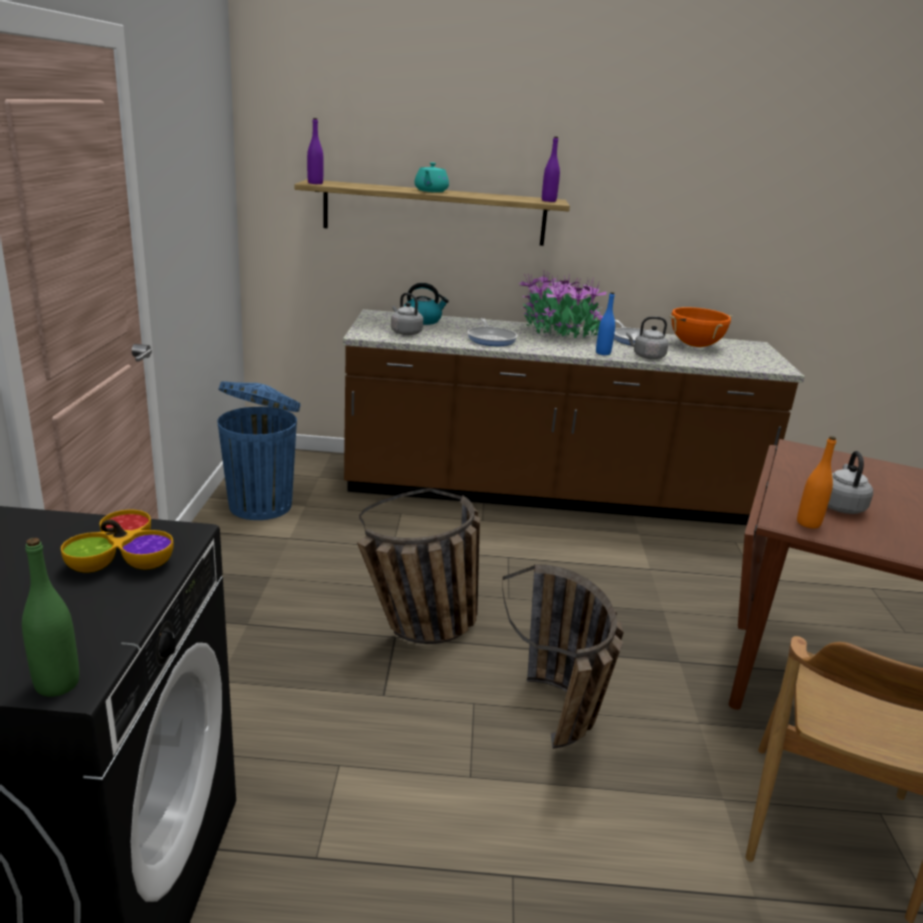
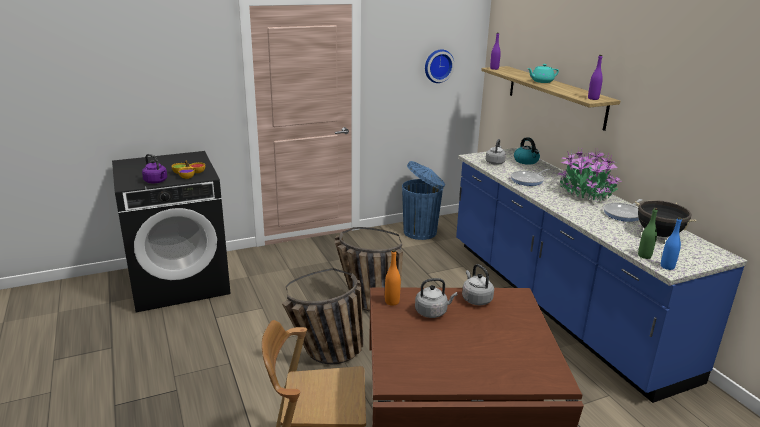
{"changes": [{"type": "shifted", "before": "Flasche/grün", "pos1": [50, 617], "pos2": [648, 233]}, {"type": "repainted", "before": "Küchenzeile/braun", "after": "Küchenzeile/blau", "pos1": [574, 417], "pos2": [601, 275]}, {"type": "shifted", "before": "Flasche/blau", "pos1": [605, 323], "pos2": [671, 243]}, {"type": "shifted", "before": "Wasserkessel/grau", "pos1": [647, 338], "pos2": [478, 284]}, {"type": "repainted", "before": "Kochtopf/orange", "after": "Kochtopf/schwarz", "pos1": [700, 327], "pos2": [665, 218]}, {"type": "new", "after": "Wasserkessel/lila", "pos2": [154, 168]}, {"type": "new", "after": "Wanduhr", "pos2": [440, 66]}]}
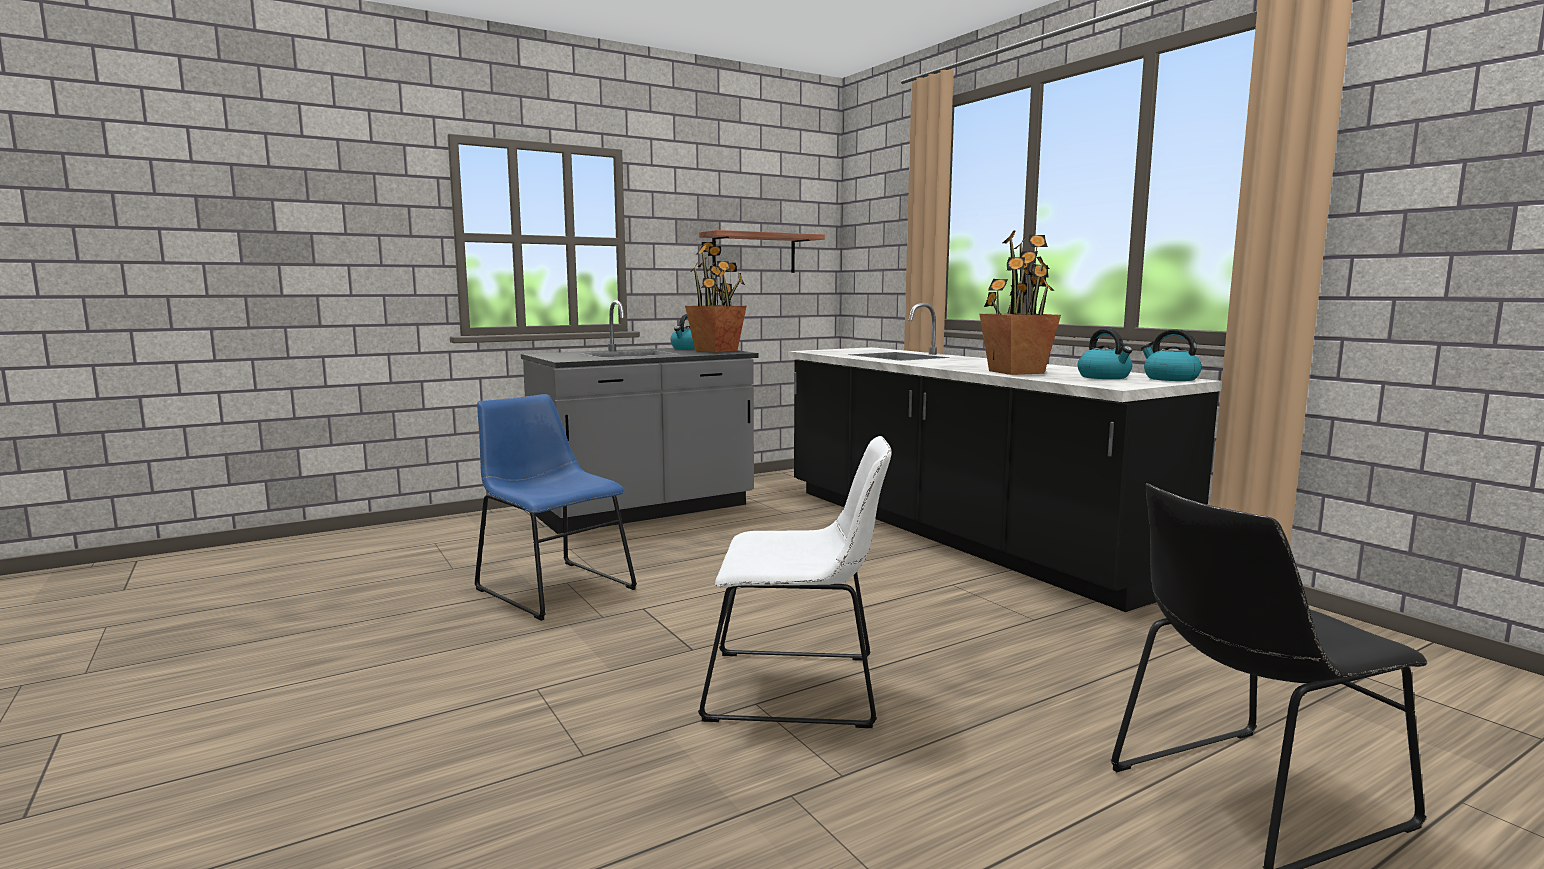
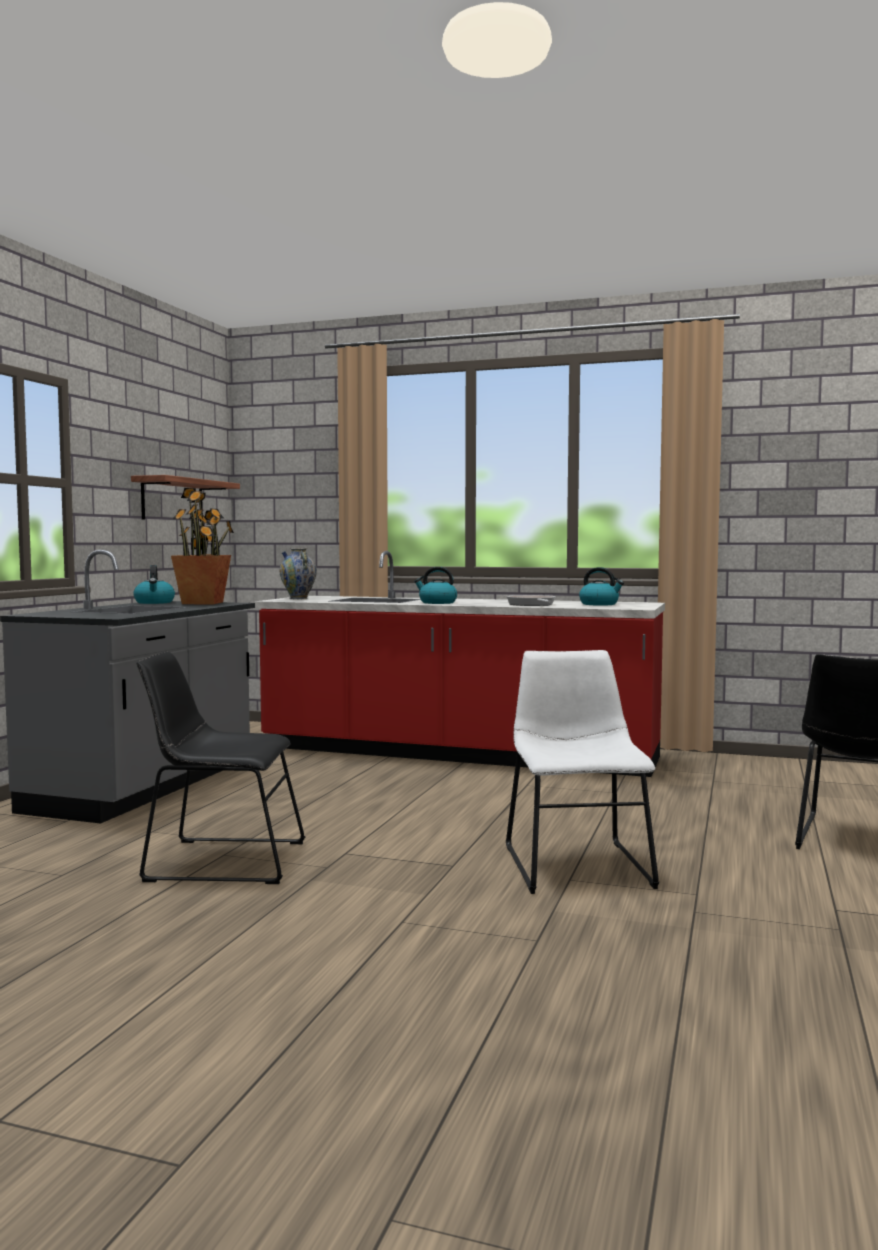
{"changes": [{"type": "repainted", "before": "Stuhl/blau", "after": "Stuhl/schwarz", "pos1": [555, 507], "pos2": [220, 768]}, {"type": "rotated", "before": "Stuhl/weiß", "pos1": [794, 582], "pos2": [582, 772], "turn": -60}, {"type": "repainted", "before": "Küchenzeile/schwarz", "after": "Küchenzeile/rot", "pos1": [1005, 457], "pos2": [459, 664]}, {"type": "swapped", "before": "Topfpflanze", "after": "Pfanne", "pos1": [1020, 302], "pos2": [531, 600]}, {"type": "shifted", "before": "Wasserkessel", "pos1": [1171, 355], "pos2": [435, 585]}, {"type": "new", "after": "Vase", "pos2": [298, 573]}]}
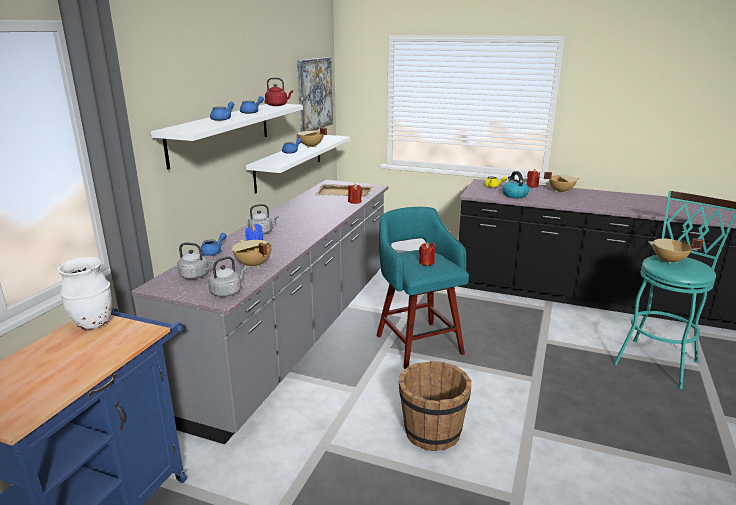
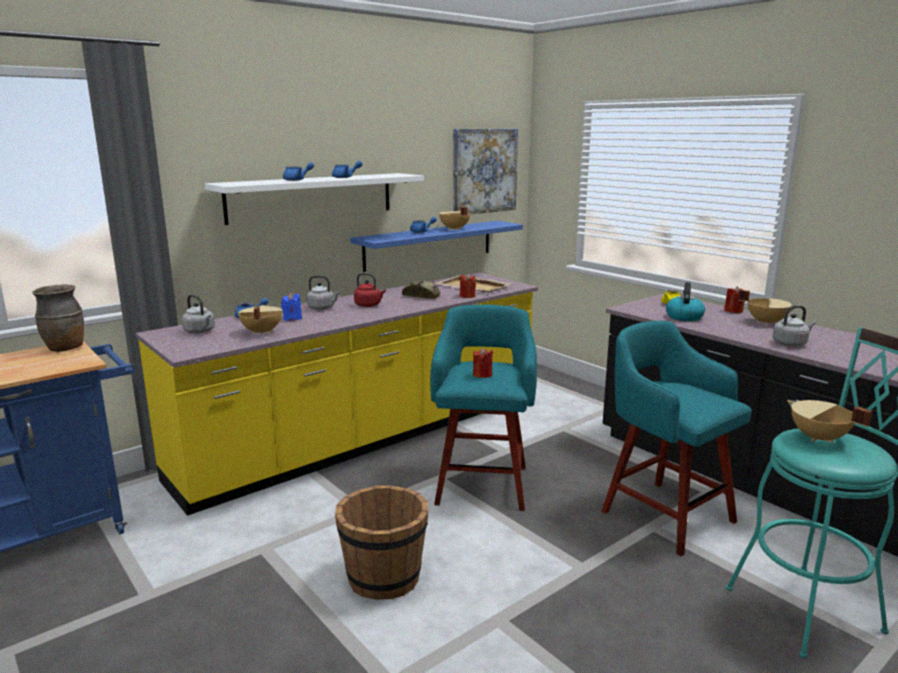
{"changes": [{"type": "repainted", "before": "Vase/weiß", "after": "Vase/braun", "pos1": [84, 293], "pos2": [58, 318]}, {"type": "repainted", "before": "Küchenzeile/grau", "after": "Küchenzeile/gelb", "pos1": [260, 312], "pos2": [337, 394]}, {"type": "shifted", "before": "Wasserkessel/grau", "pos1": [227, 276], "pos2": [794, 325]}, {"type": "repainted", "before": "Wandregal/weiß", "after": "Wandregal/blau", "pos1": [298, 164], "pos2": [436, 246]}, {"type": "shifted", "before": "Wasserkessel/rot", "pos1": [279, 92], "pos2": [370, 290]}, {"type": "new", "after": "Brot", "pos2": [421, 290]}, {"type": "new", "after": "Hocker/türkis", "pos2": [676, 438]}]}
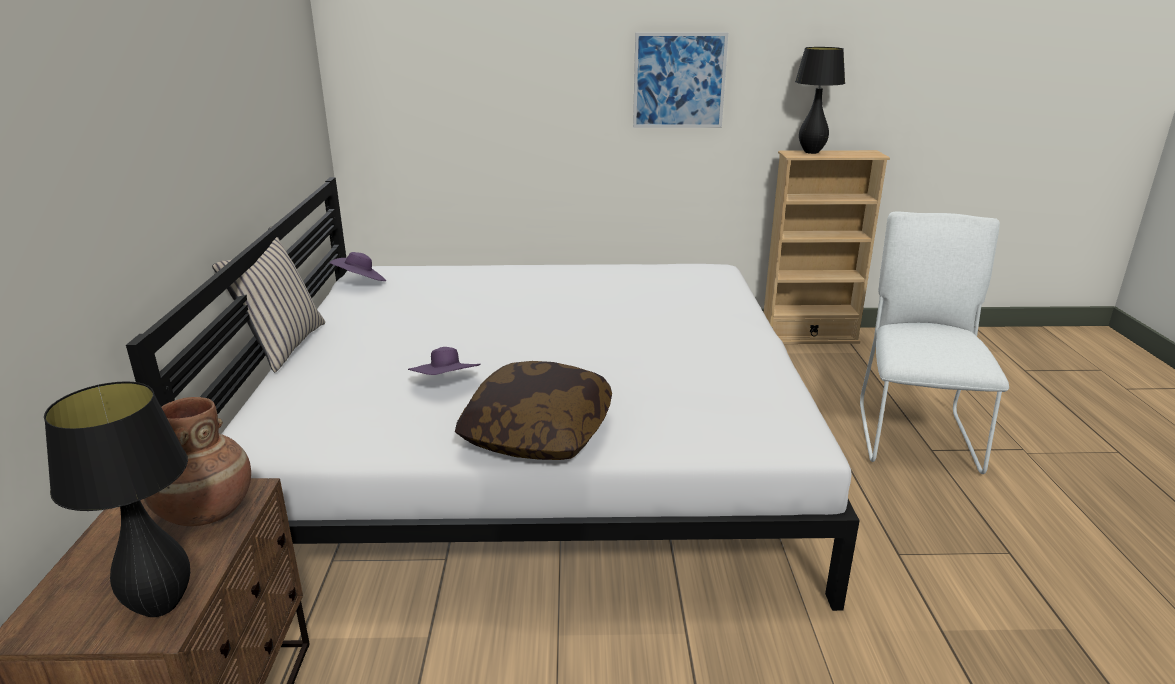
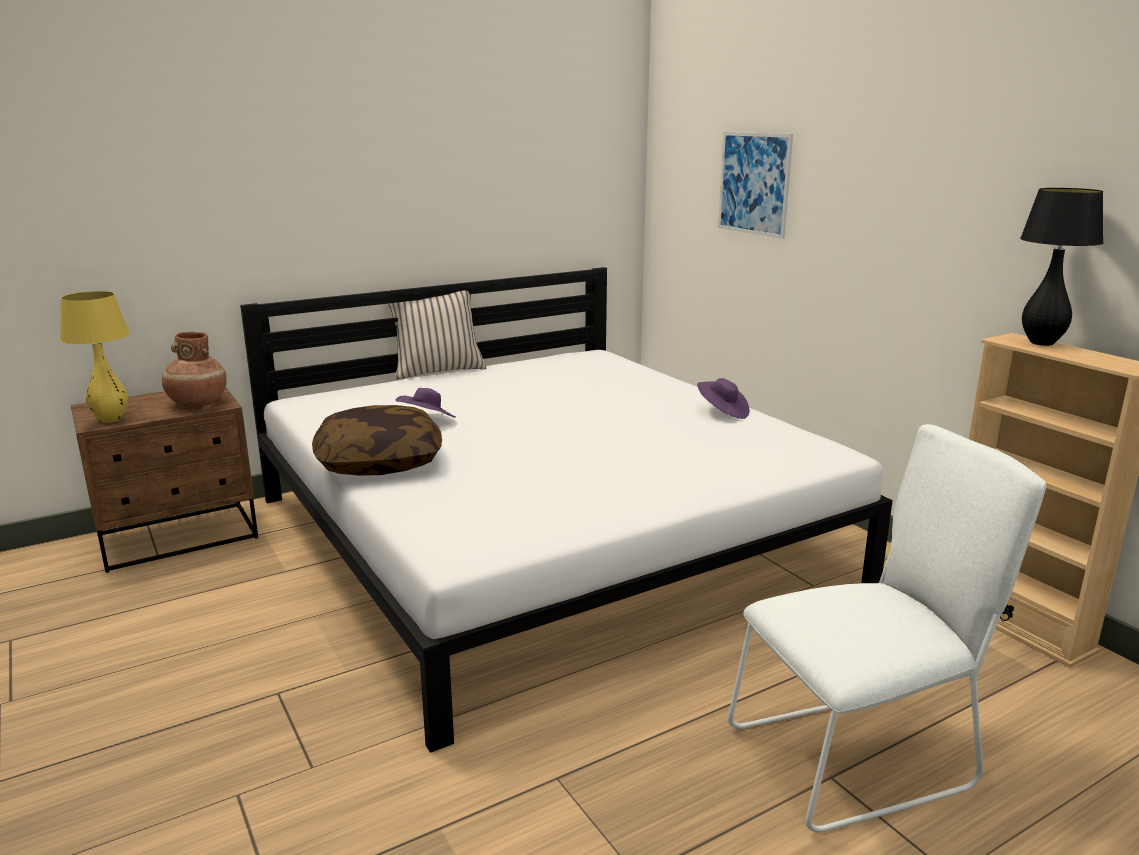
{"changes": [{"type": "repainted", "before": "Tischlampe/schwarz", "after": "Tischlampe/gelb", "pos1": [117, 499], "pos2": [95, 357]}, {"type": "shifted", "before": "Hut/lila", "pos1": [358, 266], "pos2": [723, 398]}, {"type": "shifted", "before": "Bild", "pos1": [680, 80], "pos2": [755, 185]}]}
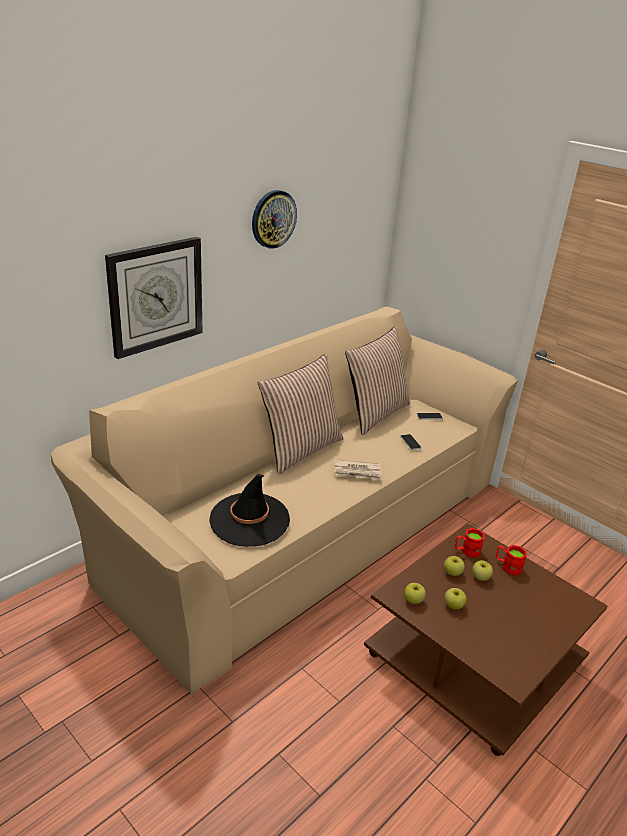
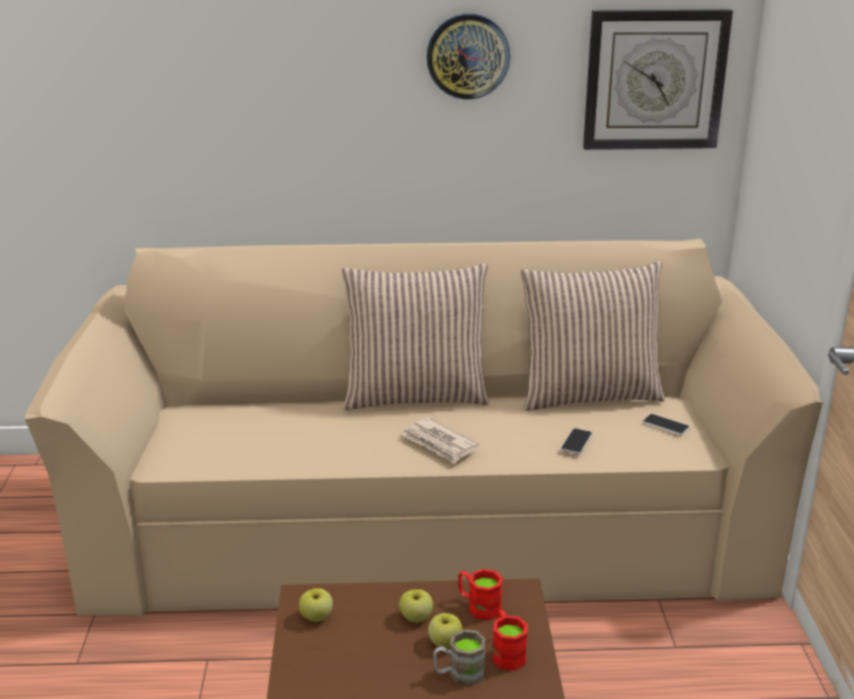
{"changes": [{"type": "shifted", "before": "Wanduhr", "pos1": [154, 298], "pos2": [658, 79]}, {"type": "gone", "before": "Hut/schwarz", "pos1": [249, 510]}, {"type": "gone", "before": "Apfel", "pos1": [455, 598]}, {"type": "new", "after": "Henkelbecher/braun", "pos2": [459, 657]}]}
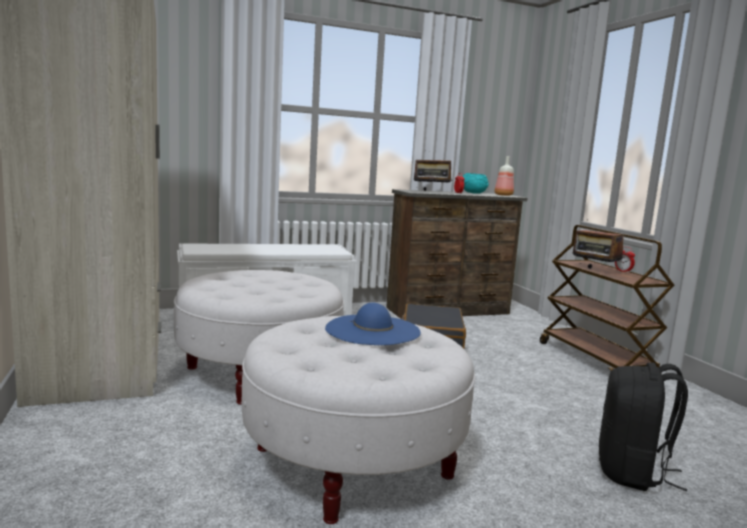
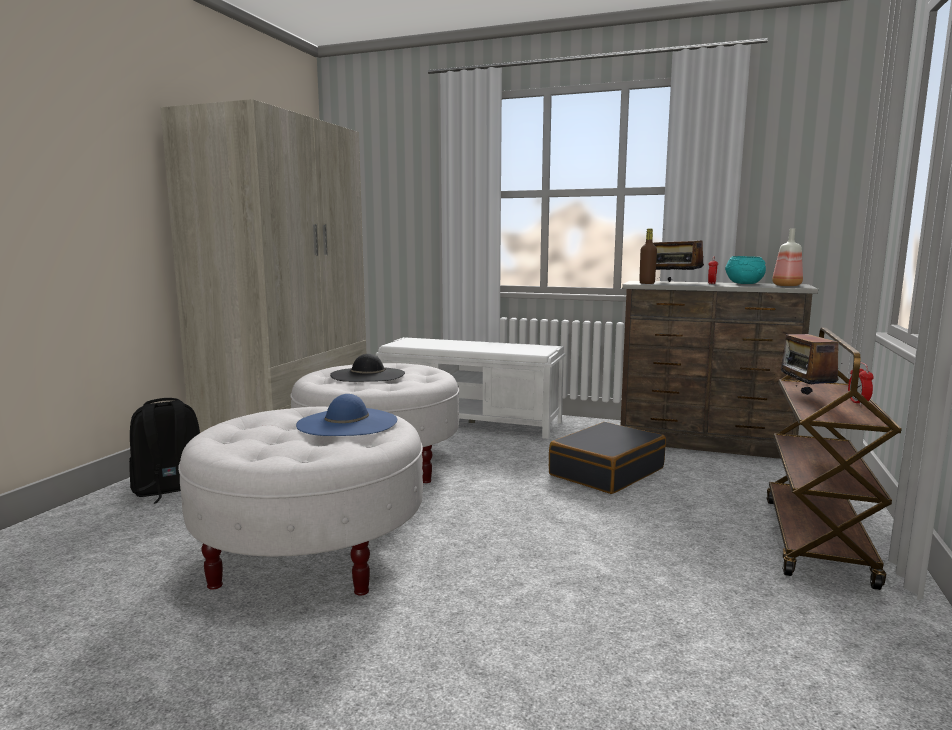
{"changes": [{"type": "shifted", "before": "Rucksack/schwarz", "pos1": [643, 426], "pos2": [164, 451]}, {"type": "new", "after": "Hut/schwarz", "pos2": [367, 368]}, {"type": "new", "after": "Flasche/braun", "pos2": [648, 256]}]}
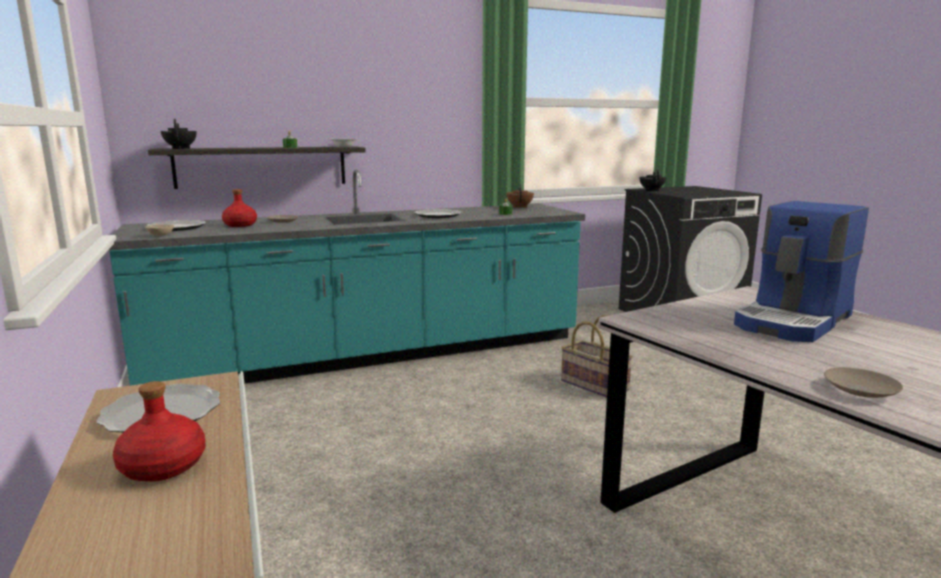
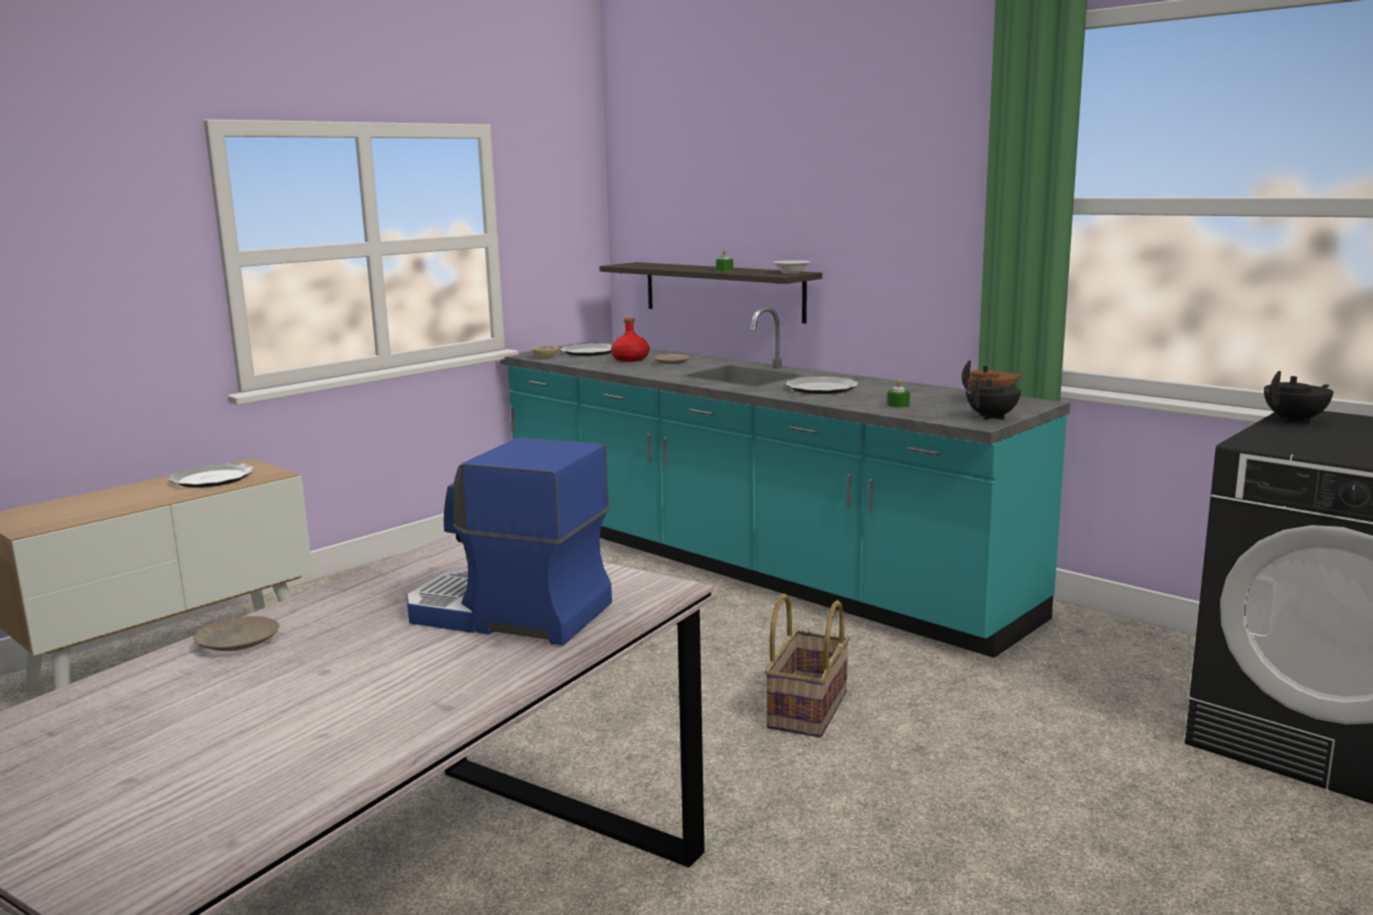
{"changes": [{"type": "gone", "before": "Flasche/rot", "pos1": [159, 431]}, {"type": "shifted", "before": "Teekanne/schwarz", "pos1": [179, 134], "pos2": [993, 397]}]}
